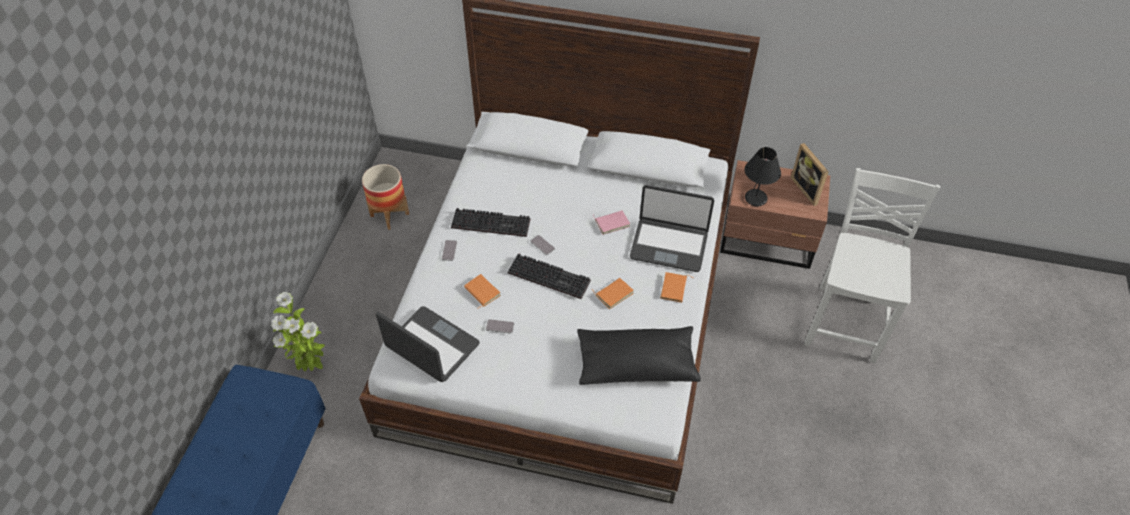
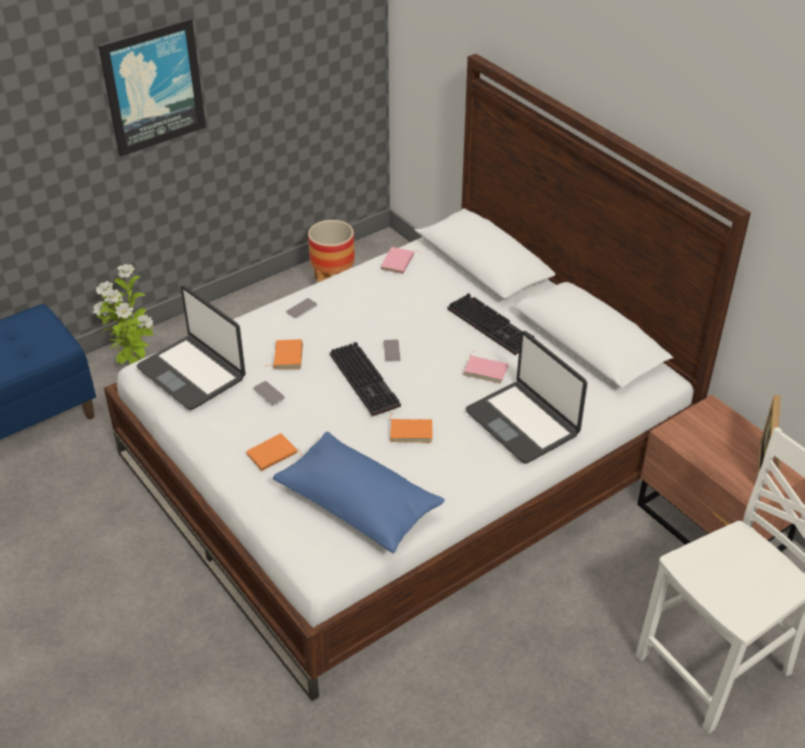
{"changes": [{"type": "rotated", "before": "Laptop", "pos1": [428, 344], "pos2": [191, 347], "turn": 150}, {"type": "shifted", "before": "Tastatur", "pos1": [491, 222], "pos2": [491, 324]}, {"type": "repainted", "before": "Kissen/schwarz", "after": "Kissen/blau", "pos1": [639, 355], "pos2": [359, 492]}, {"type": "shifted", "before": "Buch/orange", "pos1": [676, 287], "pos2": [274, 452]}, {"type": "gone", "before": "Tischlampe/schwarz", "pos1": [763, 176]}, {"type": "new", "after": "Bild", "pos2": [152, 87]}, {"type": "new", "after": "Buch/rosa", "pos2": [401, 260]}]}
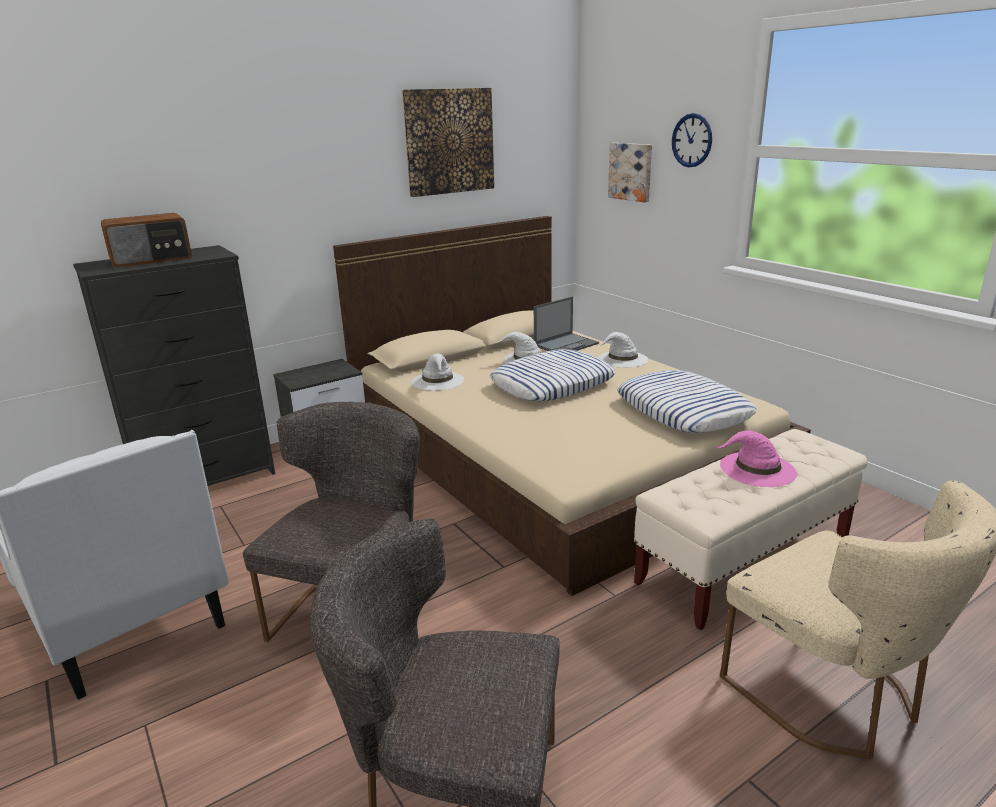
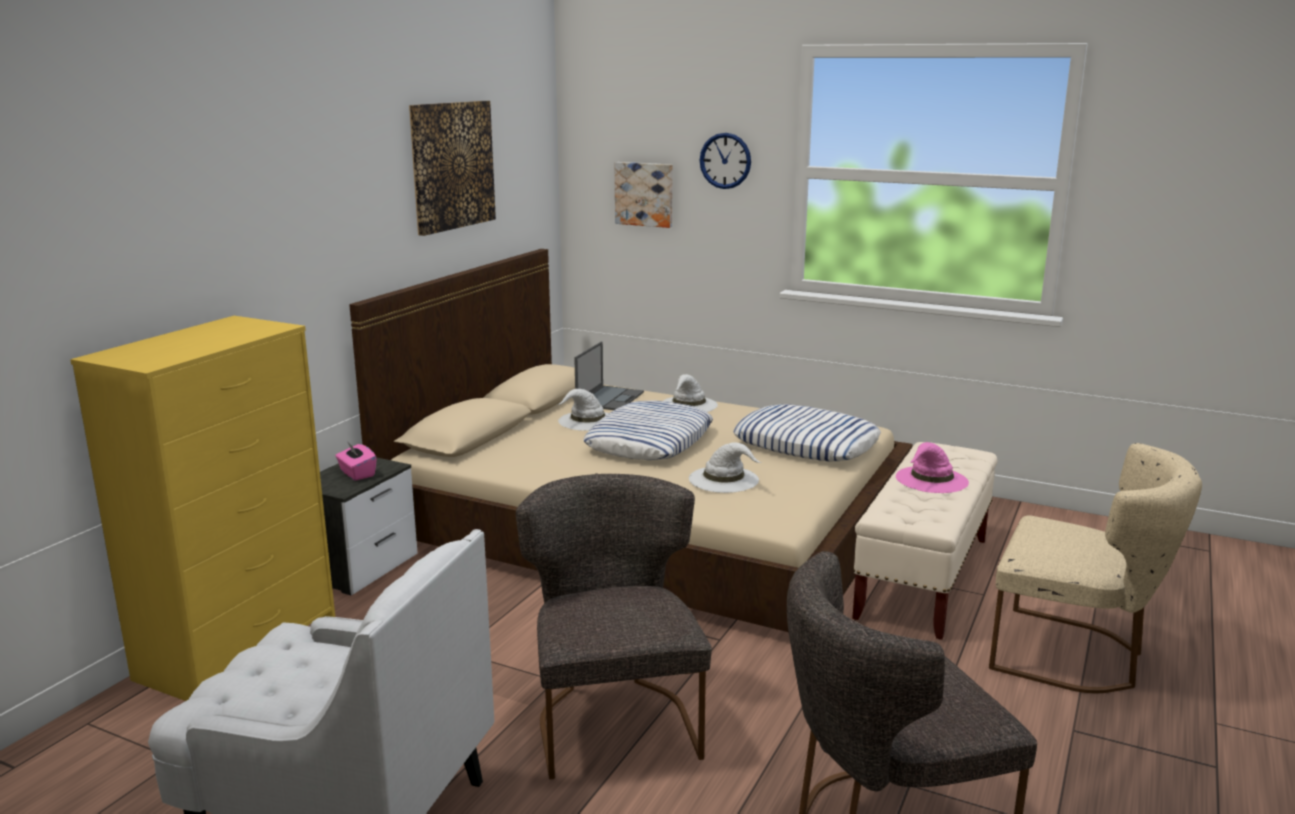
{"changes": [{"type": "repainted", "before": "Kommode/schwarz", "after": "Kommode/gelb", "pos1": [174, 365], "pos2": [202, 508]}, {"type": "gone", "before": "Radio", "pos1": [146, 240]}, {"type": "shifted", "before": "Hut/weiß", "pos1": [437, 372], "pos2": [725, 467]}, {"type": "new", "after": "Taschentuchbox/rosa", "pos2": [356, 461]}]}
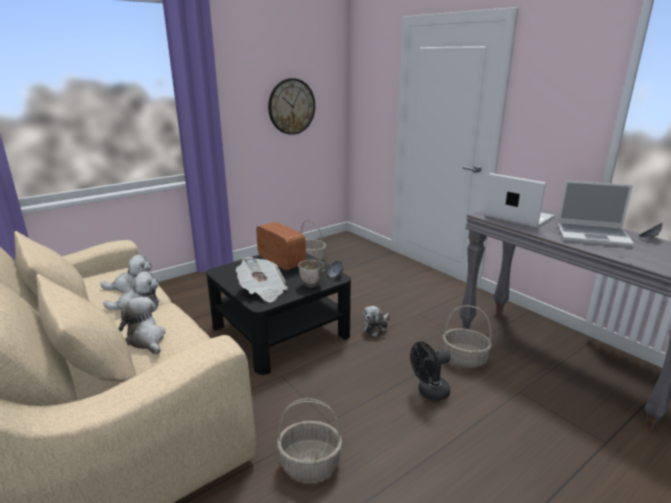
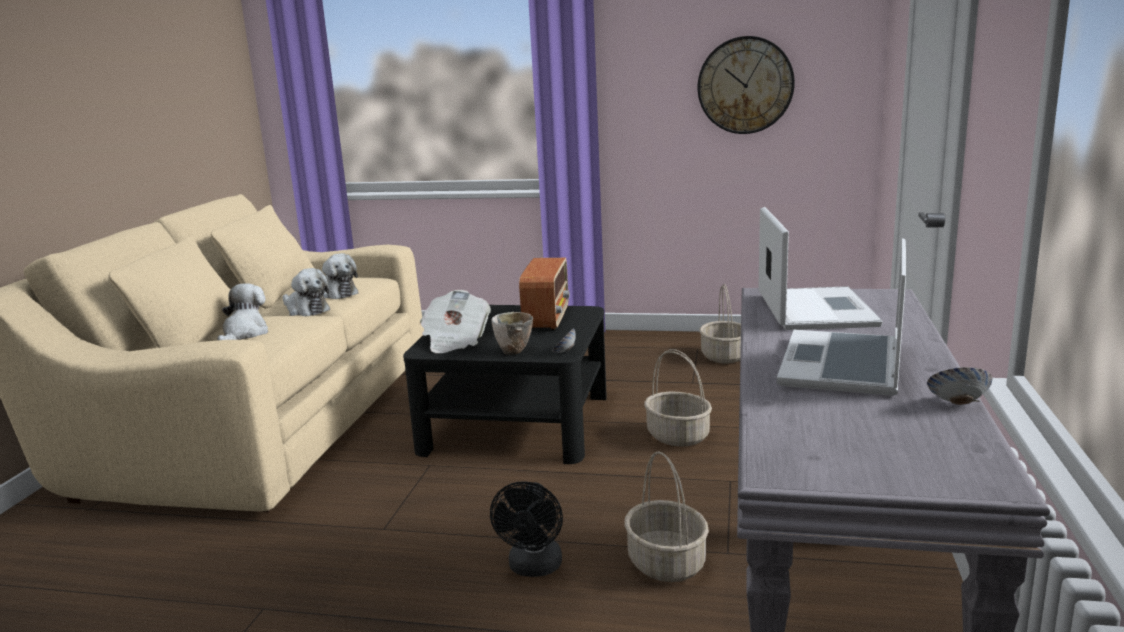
{"changes": [{"type": "shifted", "before": "Korb", "pos1": [309, 439], "pos2": [678, 398]}, {"type": "gone", "before": "Plüschtier", "pos1": [376, 321]}, {"type": "rotated", "before": "Ventilator/schwarz", "pos1": [430, 371], "pos2": [526, 529], "turn": -105}, {"type": "rotated", "before": "Laptop", "pos1": [595, 214], "pos2": [841, 317], "turn": 45}]}
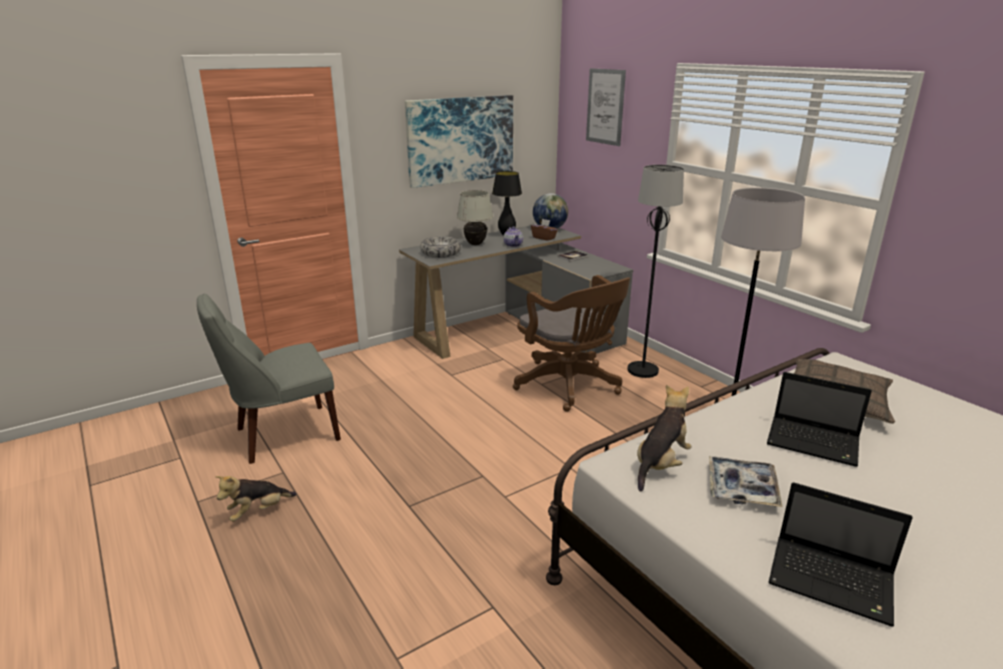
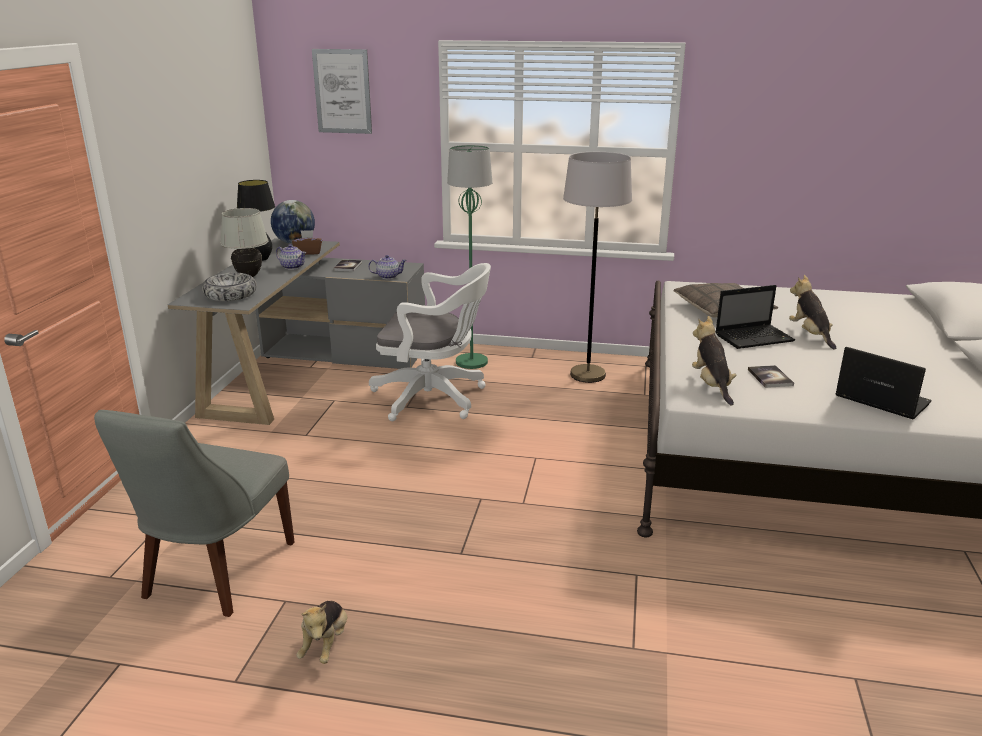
{"changes": [{"type": "gone", "before": "Bild", "pos1": [459, 141]}, {"type": "repainted", "before": "Bürostuhl/braun", "after": "Bürostuhl/weiß", "pos1": [571, 343], "pos2": [430, 342]}, {"type": "repainted", "before": "Stehlampe/schwarz", "after": "Stehlampe/grün", "pos1": [656, 271], "pos2": [469, 257]}, {"type": "swapped", "before": "Tablett", "after": "Buch", "pos1": [746, 481], "pos2": [771, 376]}, {"type": "rotated", "before": "Laptop", "pos1": [840, 554], "pos2": [883, 383], "turn": -120}, {"type": "new", "after": "Teekanne", "pos2": [387, 267]}, {"type": "new", "after": "Plüschtier", "pos2": [812, 312]}]}
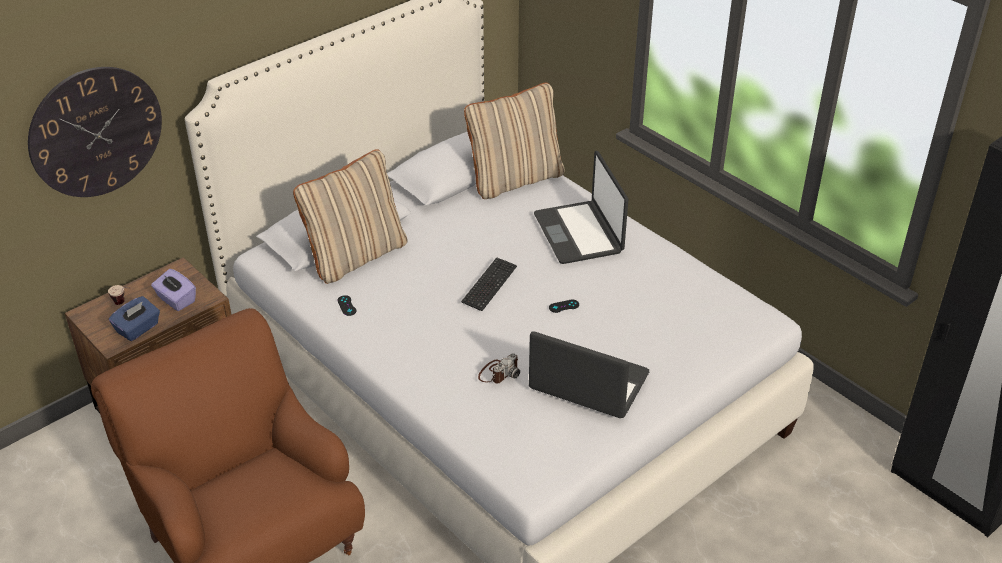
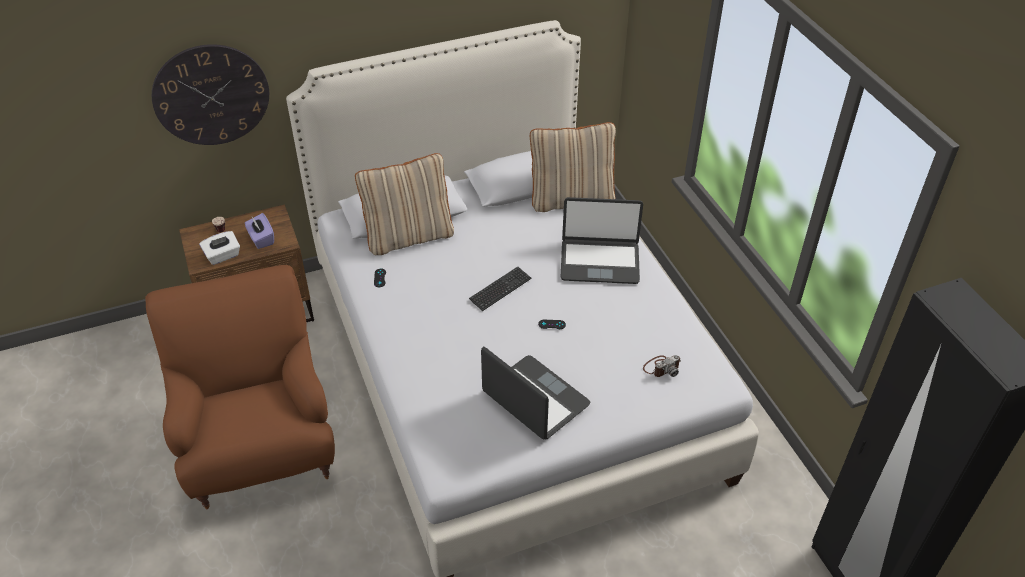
{"changes": [{"type": "repainted", "before": "Taschentuchbox/blau", "after": "Taschentuchbox/weiß", "pos1": [134, 318], "pos2": [219, 248]}, {"type": "shifted", "before": "Kamera", "pos1": [499, 368], "pos2": [662, 366]}, {"type": "rotated", "before": "Laptop", "pos1": [581, 207], "pos2": [602, 240], "turn": -90}]}
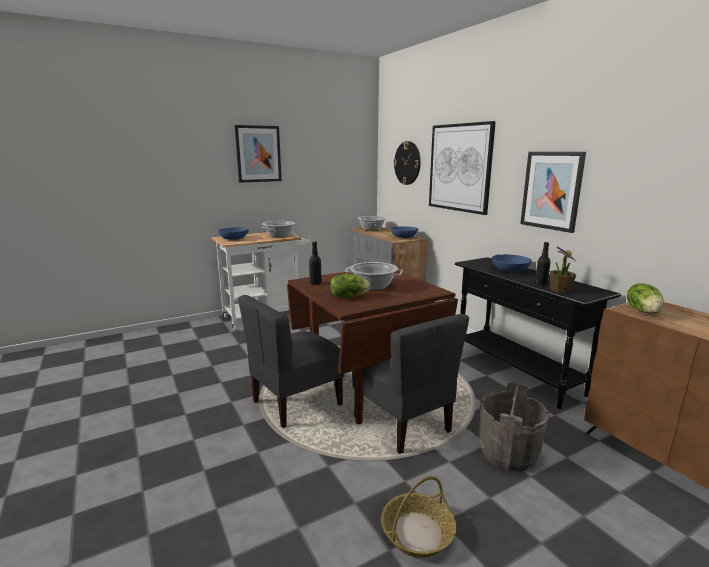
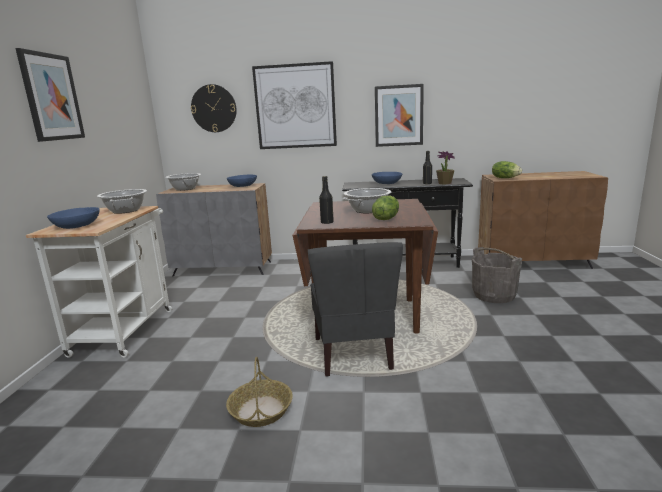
{"changes": [{"type": "gone", "before": "Stuhl/grau", "pos1": [410, 384]}, {"type": "shifted", "before": "Korb", "pos1": [419, 517], "pos2": [259, 392]}]}
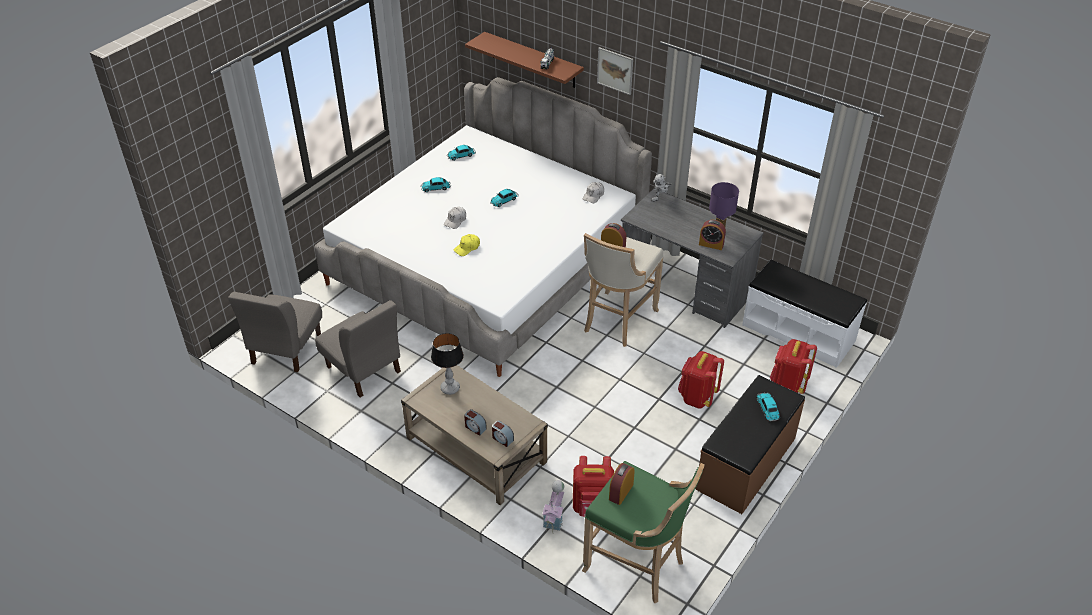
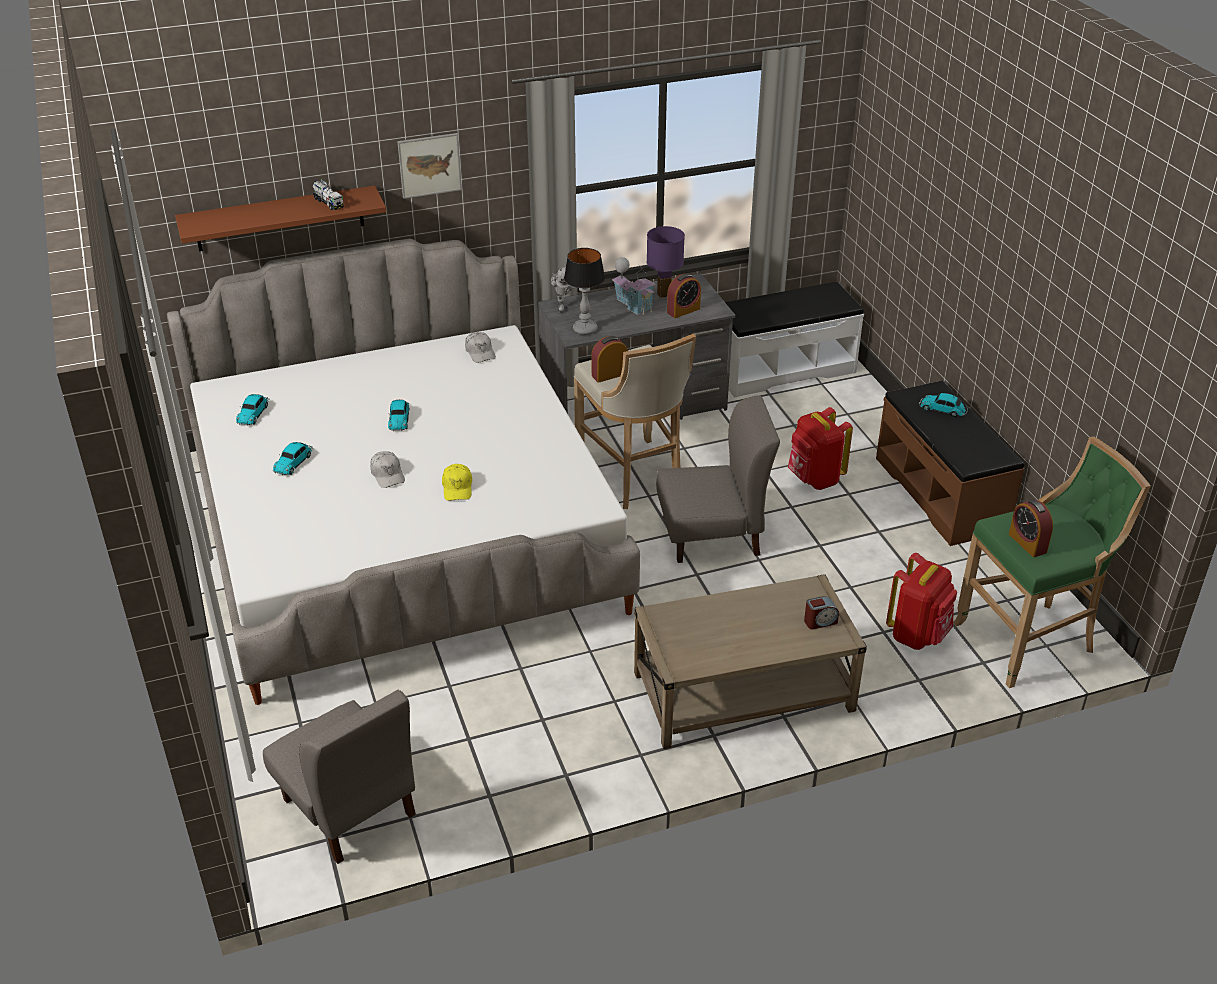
{"changes": [{"type": "shifted", "before": "Stuhl/grau", "pos1": [358, 349], "pos2": [718, 479]}, {"type": "shifted", "before": "Tischlampe", "pos1": [447, 364], "pos2": [584, 291]}, {"type": "gone", "before": "Wecker", "pos1": [475, 422]}, {"type": "shifted", "before": "Spielzeughaus", "pos1": [553, 506], "pos2": [633, 286]}, {"type": "gone", "before": "Rucksack/rot", "pos1": [793, 366]}]}
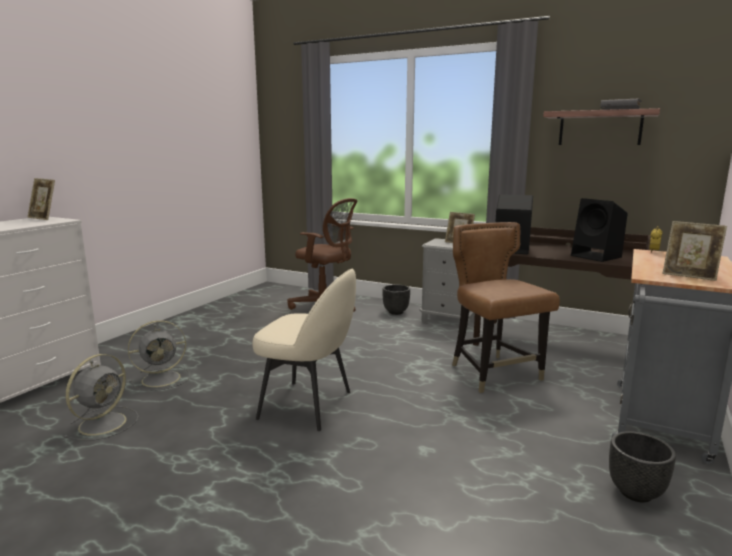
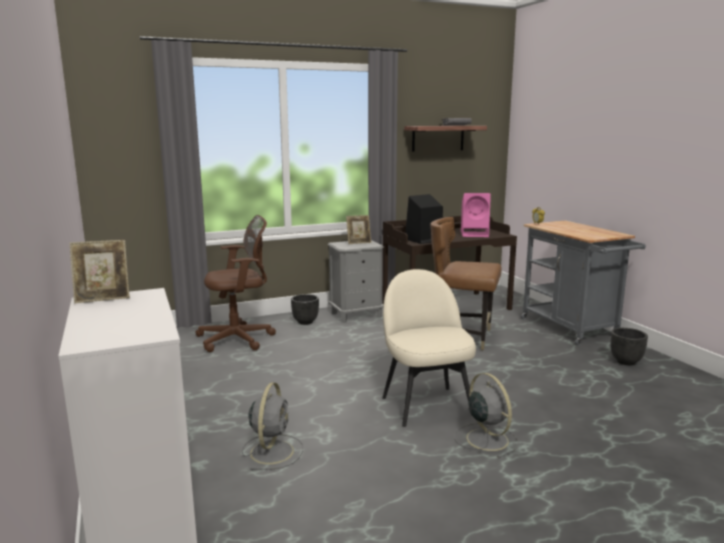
{"changes": [{"type": "shifted", "before": "Ventilator/grau", "pos1": [101, 397], "pos2": [486, 415]}, {"type": "rotated", "before": "Stuhl/beige", "pos1": [304, 350], "pos2": [429, 348], "turn": -75}, {"type": "repainted", "before": "Lautsprecher/schwarz", "after": "Lautsprecher/rosa", "pos1": [599, 230], "pos2": [476, 215]}, {"type": "gone", "before": "Bilderrahmen", "pos1": [694, 251]}]}
